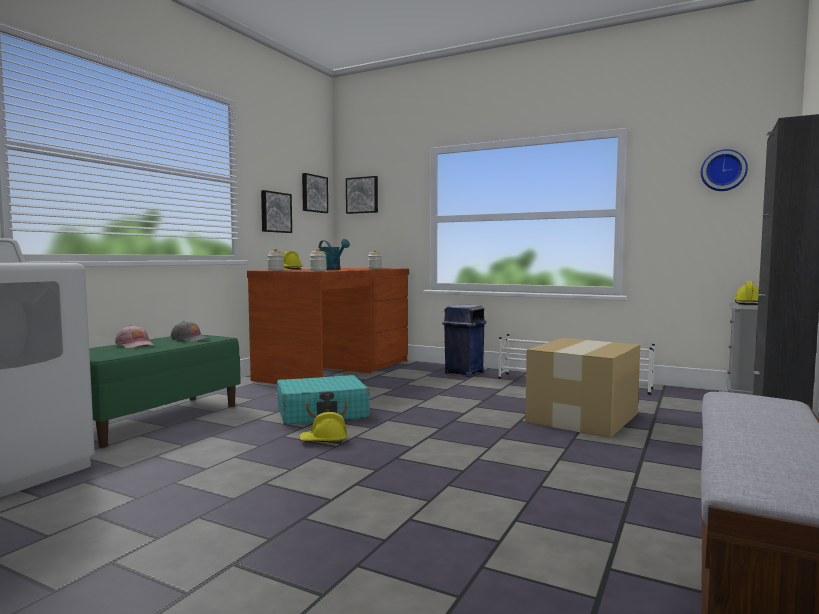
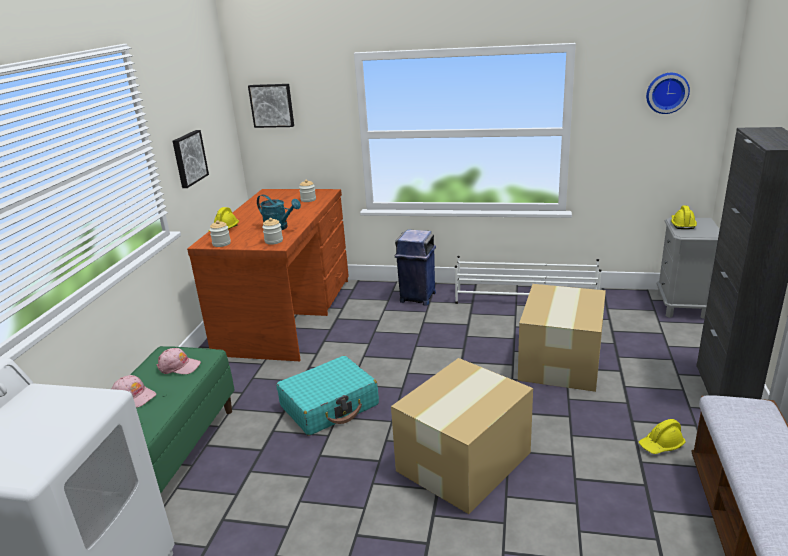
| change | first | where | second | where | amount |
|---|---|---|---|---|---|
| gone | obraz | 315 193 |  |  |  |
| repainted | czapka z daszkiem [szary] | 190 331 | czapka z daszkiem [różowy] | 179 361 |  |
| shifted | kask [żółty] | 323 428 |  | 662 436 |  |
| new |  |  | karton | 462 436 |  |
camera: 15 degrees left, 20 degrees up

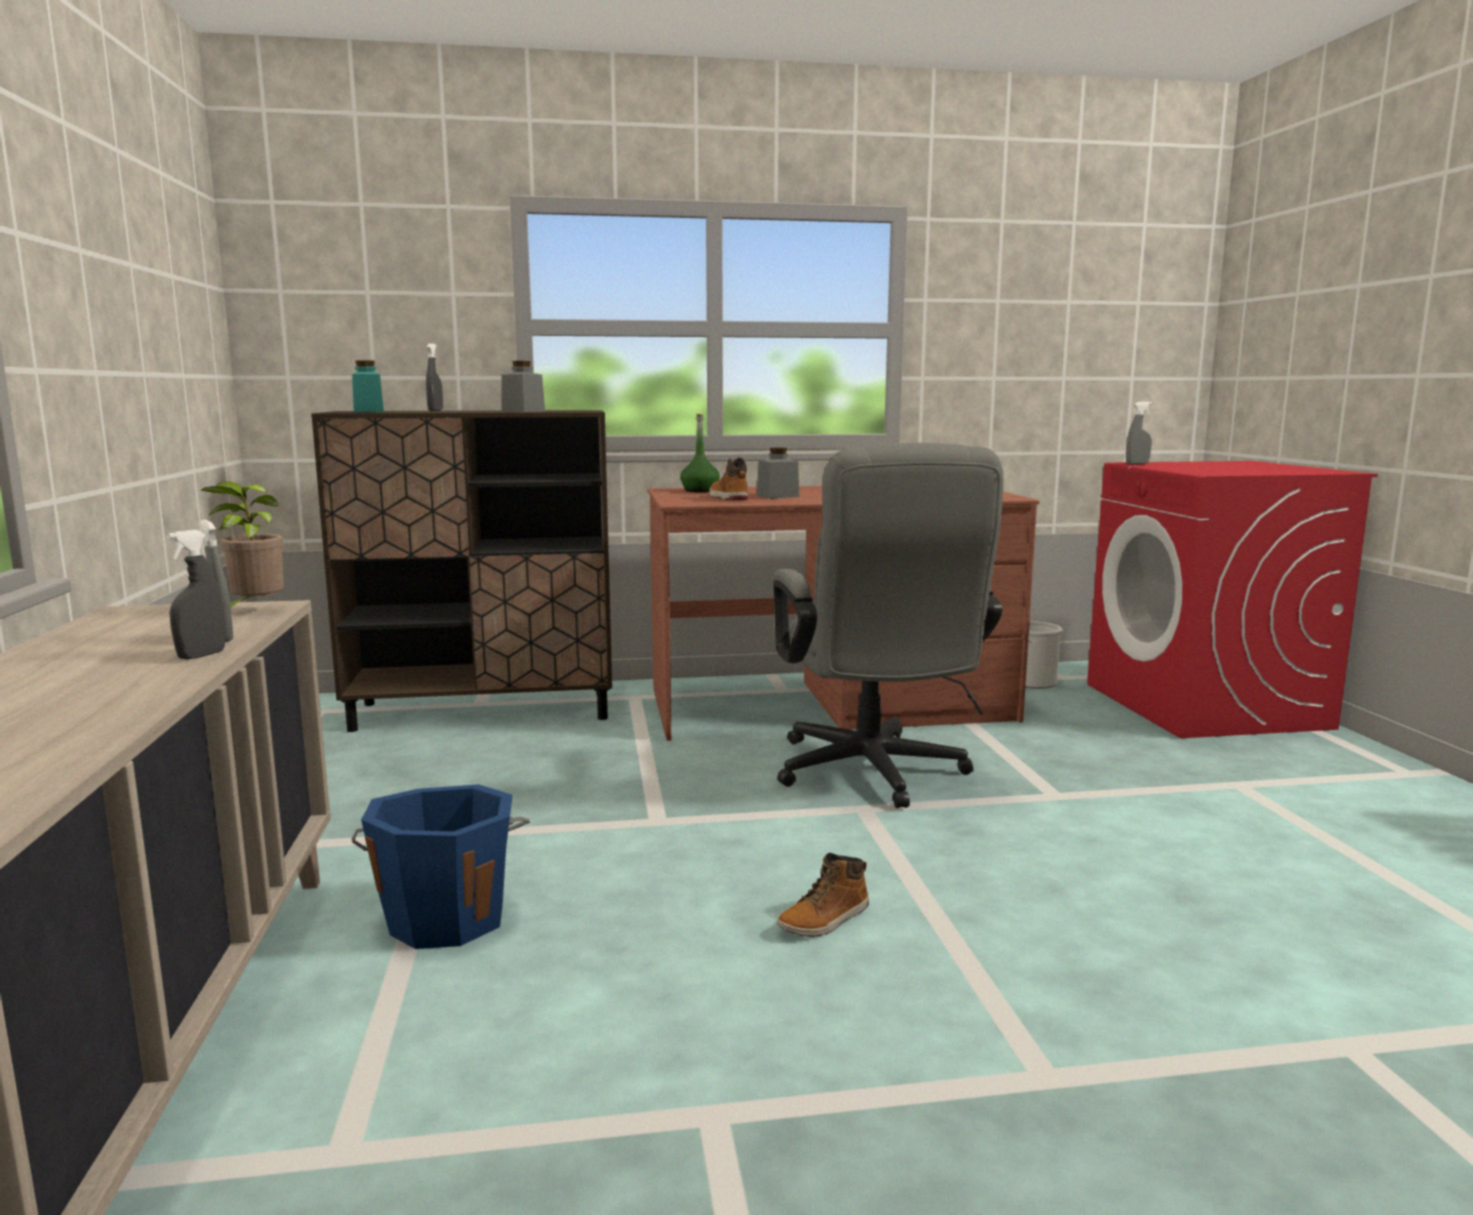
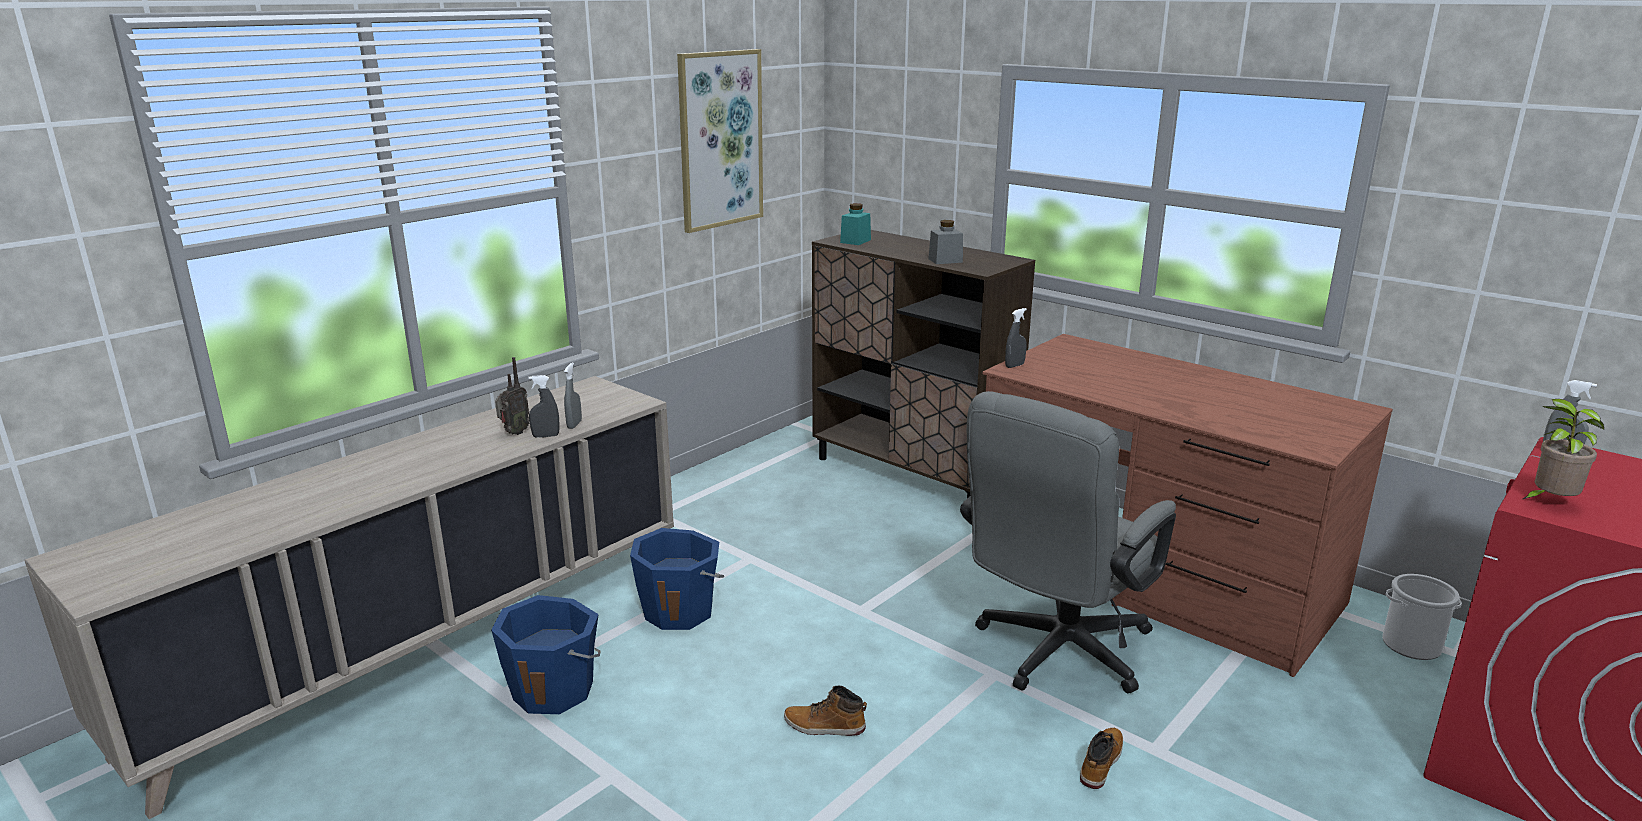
| change | first | where | second | where | amount |
|---|---|---|---|---|---|
| shifted | spryskiwacz [szary] | 434 377 |  | 1016 338 |  |
| gone | butelka [zielony] | 700 453 |  |  |  |
| gone | słoik [szary] | 778 473 |  |  |  |
| shifted | but z cholewką | 728 479 |  | 1101 758 |  |
| shifted | roślina doniczkowa | 242 544 |  | 1562 449 |  |
| new |  |  | obraz | 720 141 |  |
| new |  |  | radio | 512 396 |  |
| new |  |  | wiadro [niebieski] | 546 654 |  |
camera: 50 degrees right, 10 degrees up

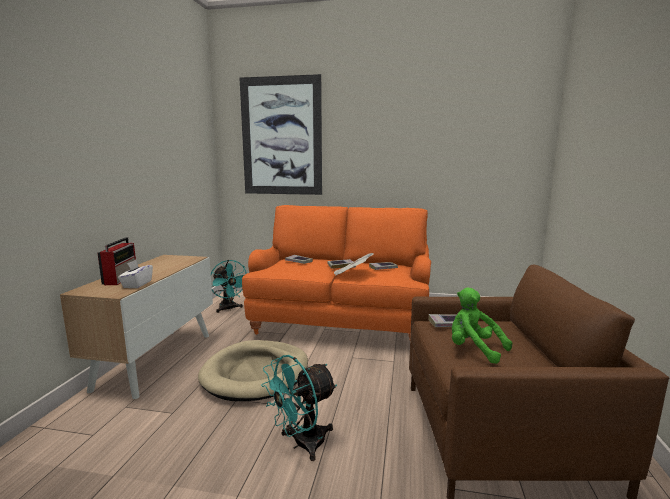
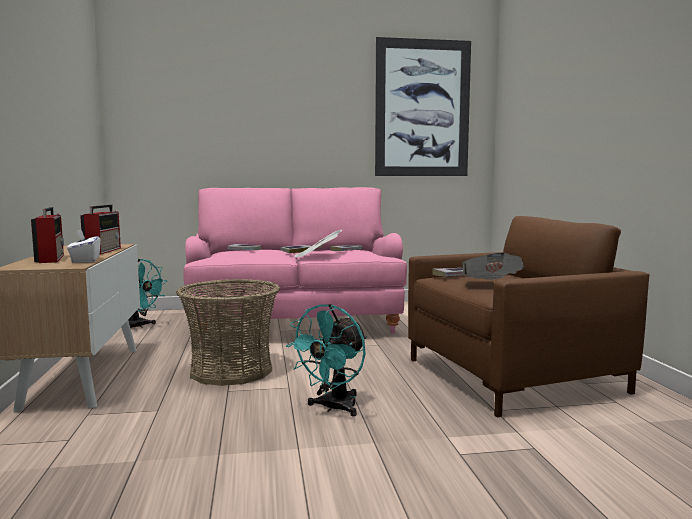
| change | first | where | second | where | amount |
|---|---|---|---|---|---|
| shifted | obraz | 281 134 |  | 423 106 |  |
| repainted | kanapa [pomarańczowy] | 336 272 | kanapa [różowy] | 295 264 |  |
| swapped | pluszak [zielony] | 482 326 | gazeta | 493 266 |  |
| swapped | legowisko [beżowy] | 253 370 | koszyk | 228 332 |  |
| new |  |  | radio | 100 229 |  |
camera: 20 degrees left, 5 degrees down

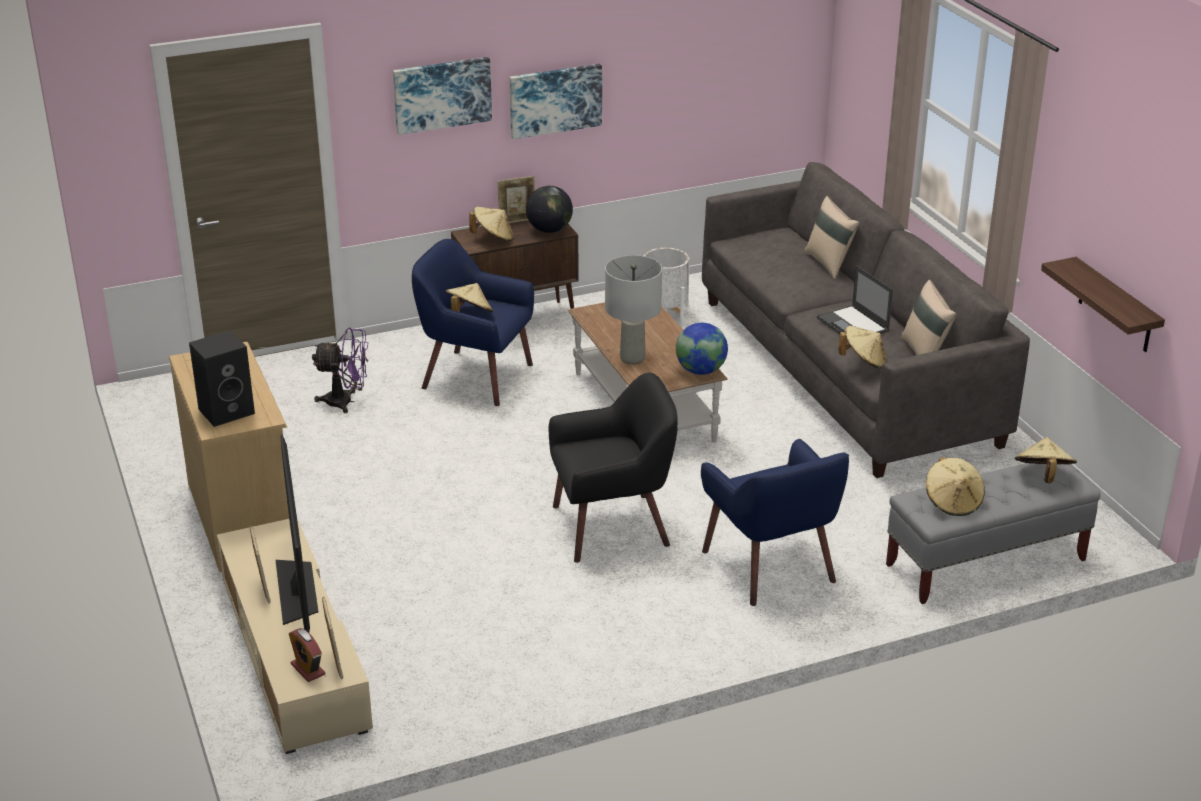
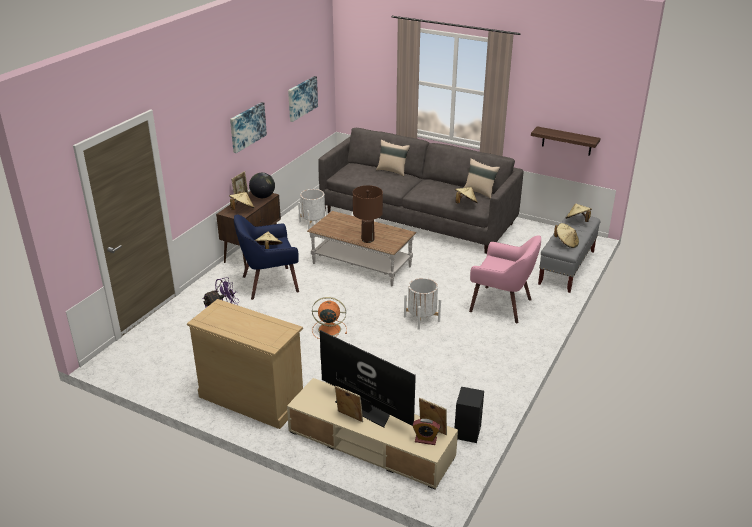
| change | first | where | second | where | amount |
|---|---|---|---|---|---|
| shifted | obraz | 442 96 |  | 303 99 |  |
| repainted | lampa stołowa [szary] | 633 310 | lampa stołowa [brązowy] | 368 214 |  |
| gone | laptop | 855 300 |  |  |  |
| gone | globus | 702 349 |  |  |  |
| shifted | głośnik [czarny] | 222 378 |  | 469 415 |  |
| swapped | fotel [czarny] | 613 468 | donica [biały] | 422 304 |  |
| repainted | fotel [niebieski] | 775 522 | fotel [różowy] | 505 279 |  |
| new |  |  | wentylator [pomarańczowy] | 329 318 |  |
camera: 40 degrees left, 0 degrees up

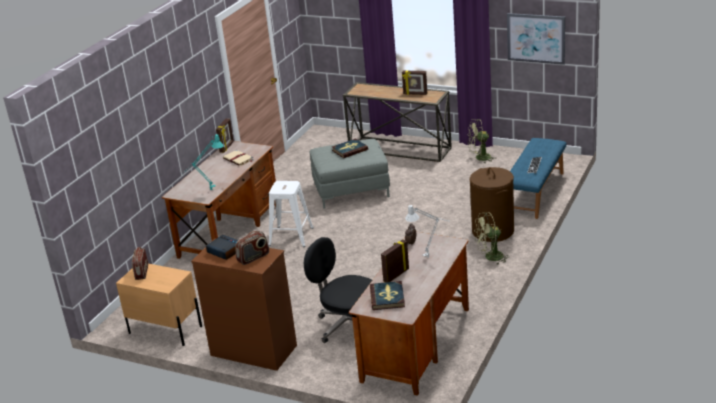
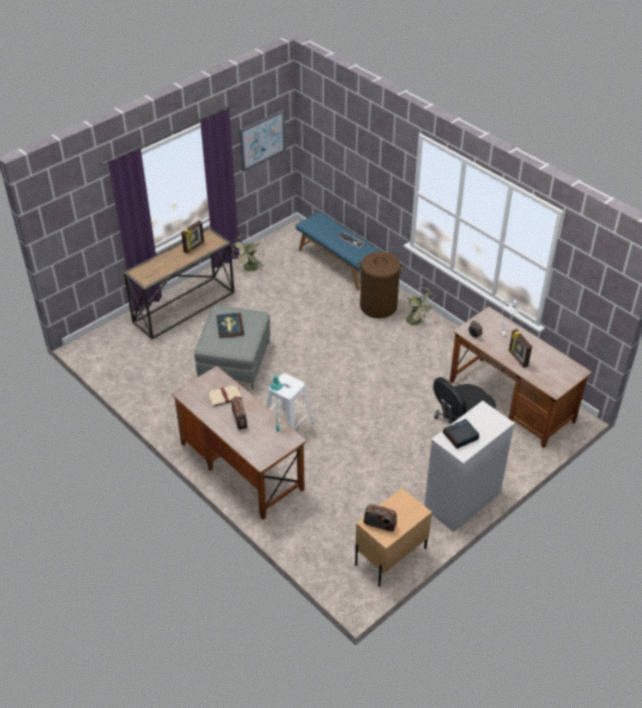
| change | first | where | second | where | amount |
|---|---|---|---|---|---|
| gone | ramka na zdjęcie | 225 135 |  |  |  |
| rotated | wentylator [zielony] | 492 238 |  | 420 308 | 45 degrees counterclockwise |
| shifted | radio | 252 248 |  | 239 413 |  |
| repainted | komoda [brązowy] | 244 305 | komoda [biały] | 469 466 |  |
| gone | książka | 387 295 |  |  |  |
camera: 70 degrees left, 15 degrees up

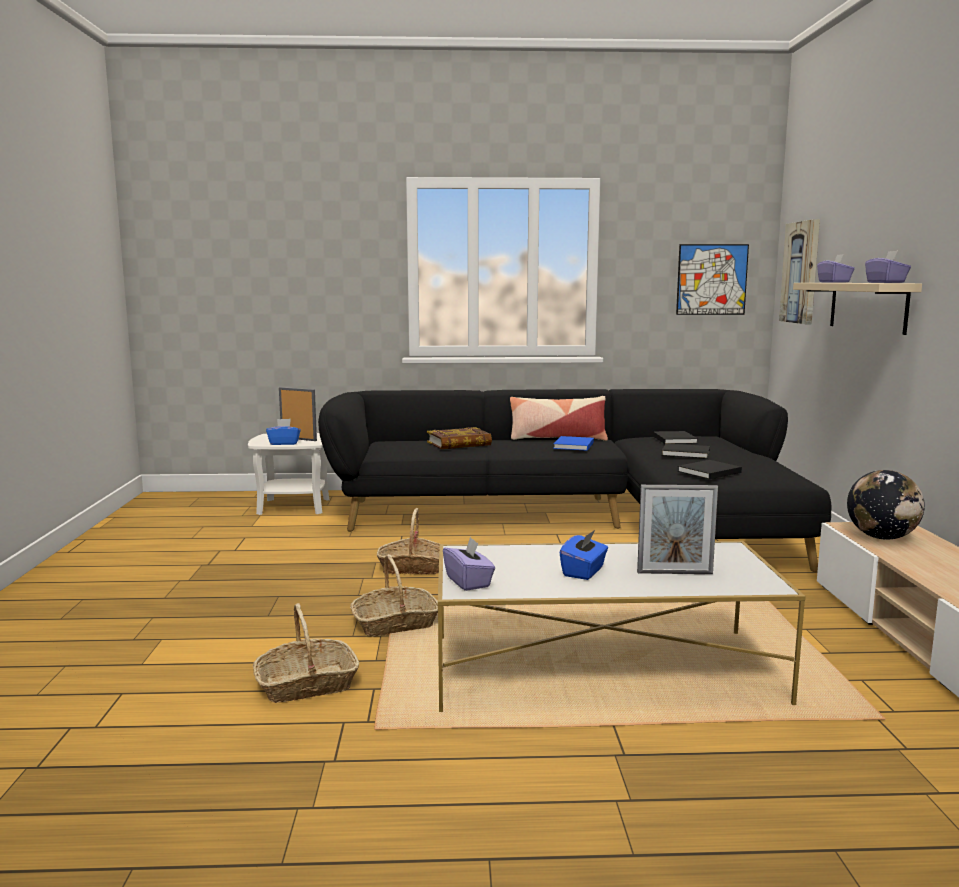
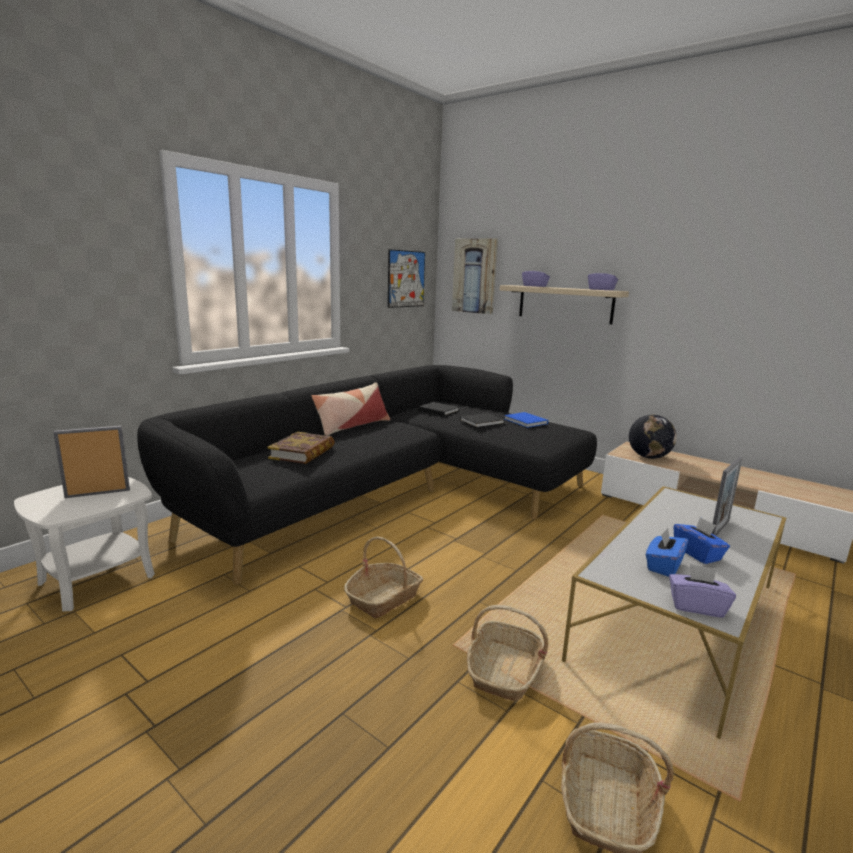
| change | first | where | second | where | amount |
|---|---|---|---|---|---|
| shifted | pudełko chusteczek [niebieski] | 283 432 |  | 667 552 |  |
| shifted | książka [niebieski] | 573 443 |  | 526 420 |  |
| gone | książka [czarny] | 709 469 |  |  |  |
camera: 50 degrees left, 5 degrees up

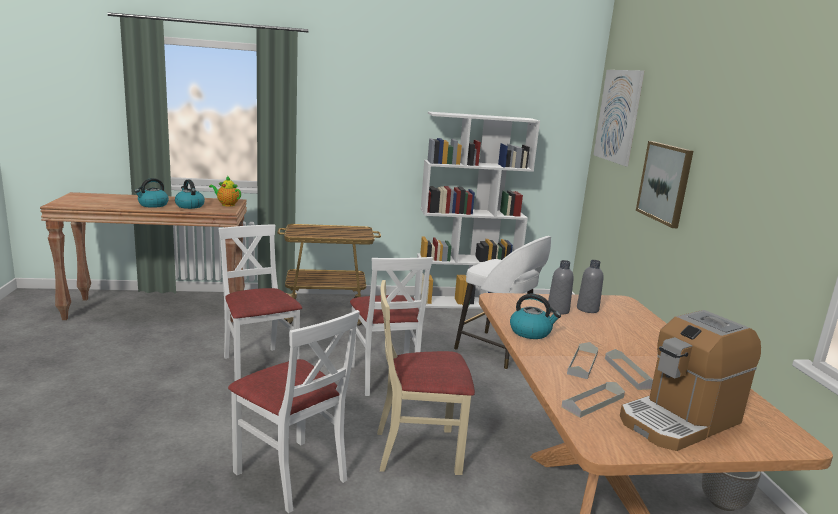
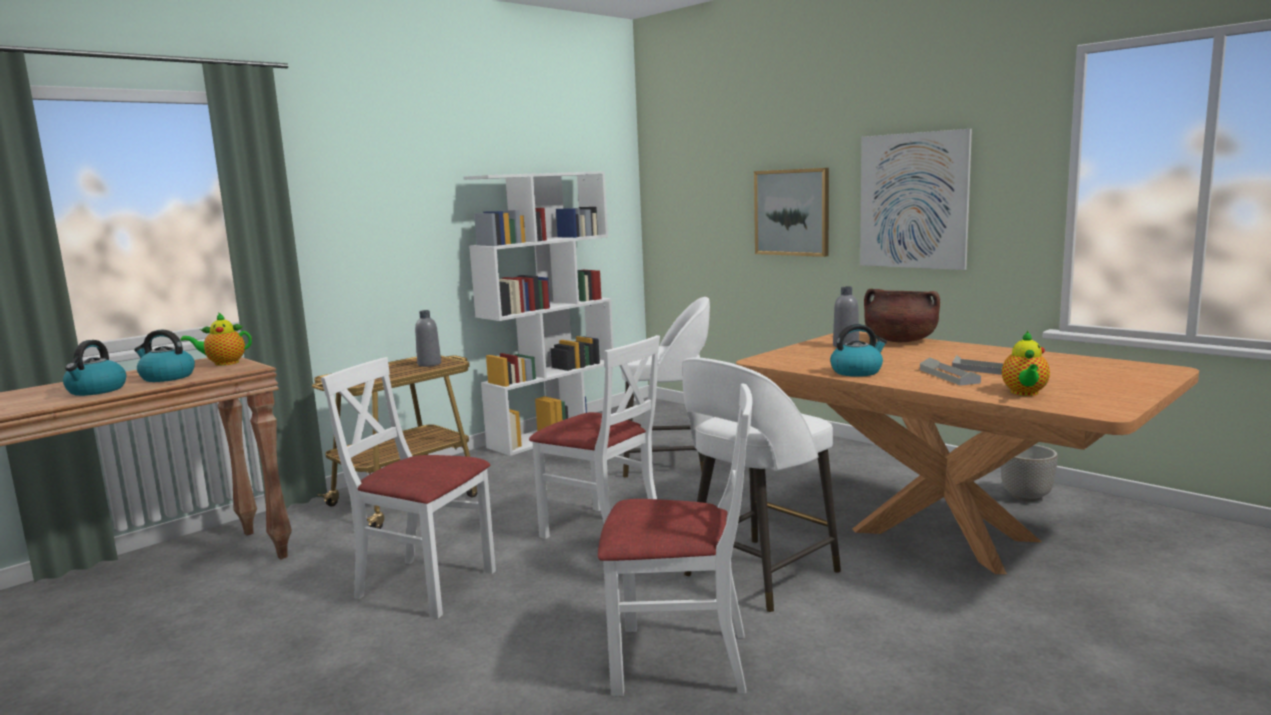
| change | first | where | second | where | amount |
|---|---|---|---|---|---|
| shifted | obraz | 618 118 |  | 916 199 |  |
| shifted | butelka [szary] | 561 287 |  | 428 338 |  |
| swapped | krzesło [beżowy] | 426 377 | stołek [biały] | 761 485 |  |
| gone | ekspres do kawy | 690 380 |  |  |  |
| swapped | taca [szary] | 593 400 | imbryk | 1026 363 |  |
| new |  |  | garnek [brązowy] | 902 315 |  |
camera: 35 degrees left, 5 degrees down

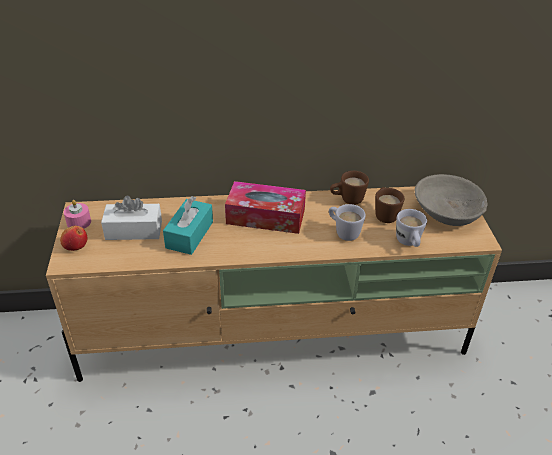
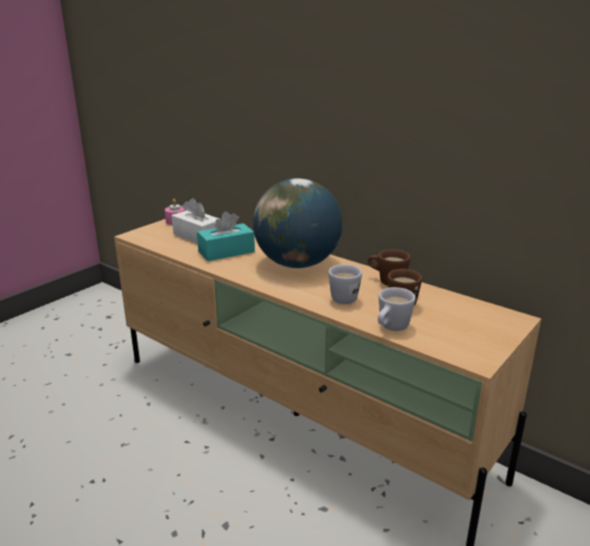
| change | first | where | second | where | amount |
|---|---|---|---|---|---|
| gone | miska [szary] | 451 200 |  |  |  |
| swapped | pudełko chusteczek | 265 207 | globus | 297 223 |  |
| gone | jabłko | 73 238 |  |  |  |
camera: 45 degrees right, 15 degrees down

